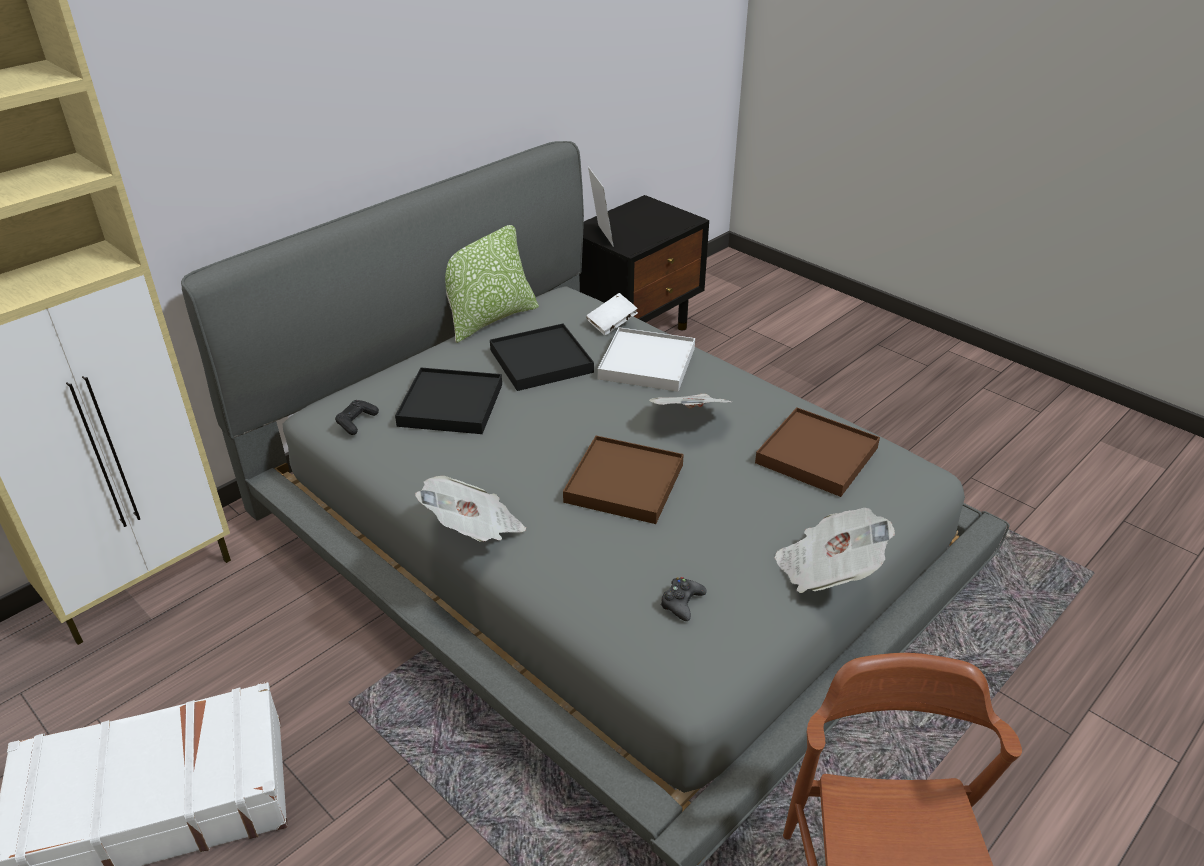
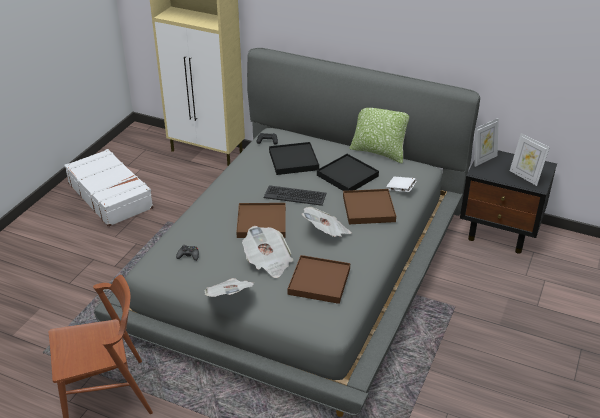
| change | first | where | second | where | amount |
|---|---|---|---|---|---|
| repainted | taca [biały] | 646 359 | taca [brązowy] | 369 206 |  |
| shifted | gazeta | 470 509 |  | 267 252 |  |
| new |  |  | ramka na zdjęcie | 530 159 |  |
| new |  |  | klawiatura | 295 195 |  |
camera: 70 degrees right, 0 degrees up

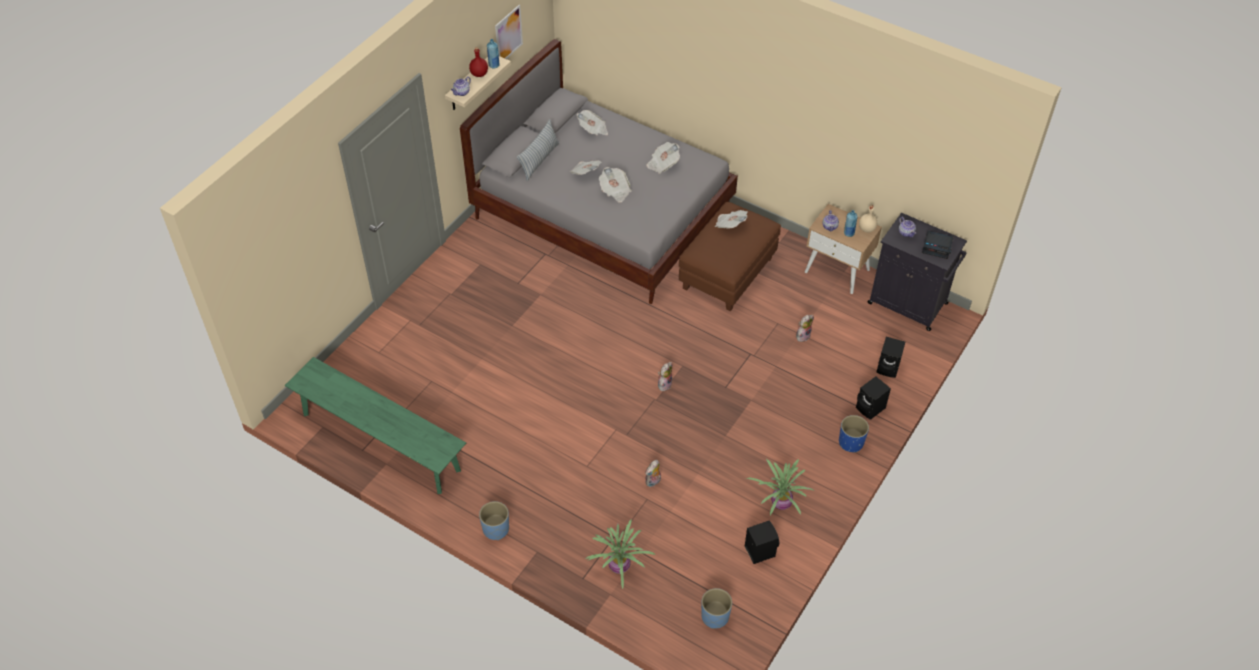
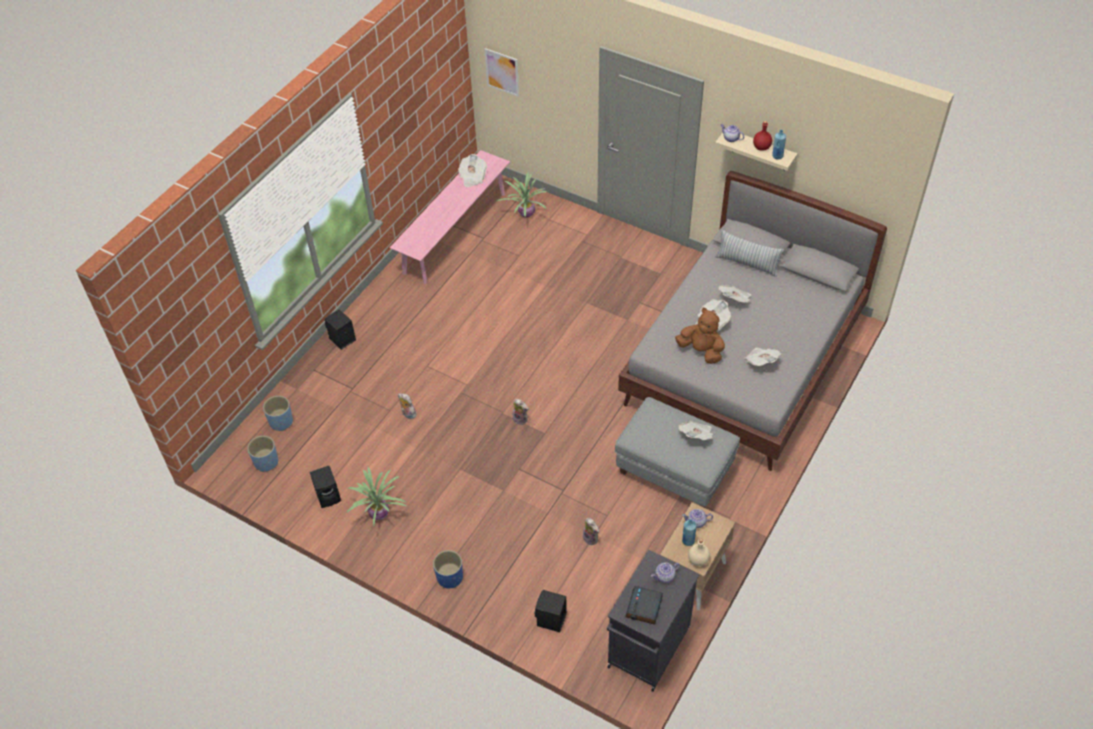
| change | first | where | second | where | amount |
|---|---|---|---|---|---|
| shifted | obraz | 509 32 |  | 502 72 |  |
| shifted | gazeta | 592 122 |  | 472 170 |  |
| repainted | pufa [brązowy] | 730 256 | pufa [szary] | 677 452 |  |
| repainted | ławka [zielony] | 375 425 | ławka [różowy] | 450 217 |  |
| shifted | głośnik [czarny] | 873 398 |  | 340 329 |  |
| shifted | donica [niebieski] | 494 520 |  | 278 413 |  |
| shifted | roślina doniczkowa | 620 554 |  | 521 194 |  |
| new |  |  | pluszak [brązowy] | 700 336 |  |
camera: 90 degrees right, 0 degrees up

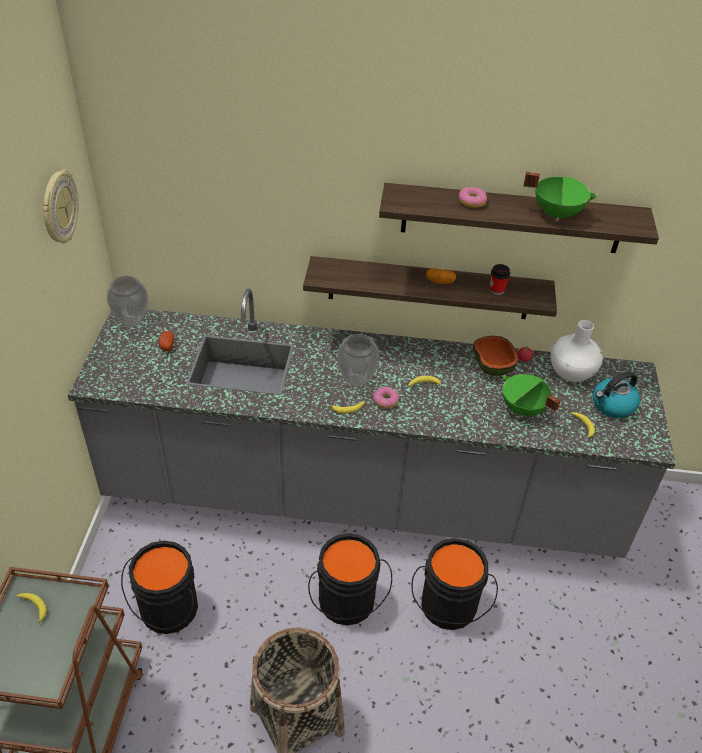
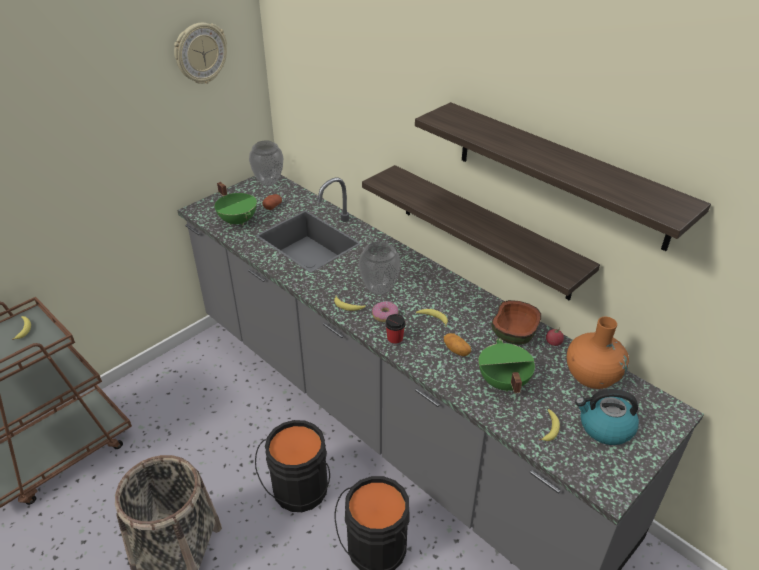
| change | first | where | second | where | amount |
|---|---|---|---|---|---|
| shifted | garnek [zielony] | 560 196 |  | 236 203 |  |
| gone | donut | 472 197 |  |  |  |
| shifted | filiżanka | 500 279 |  | 395 330 |  |
| shifted | ziemniak | 441 276 |  | 457 344 |  |
| repainted | wazon [biały] | 577 351 | wazon [pomarańczowy] | 598 353 |  |
| gone | wiadro [czarny] | 159 587 |  |  |  |
camera: 40 degrees right, 5 degrees down

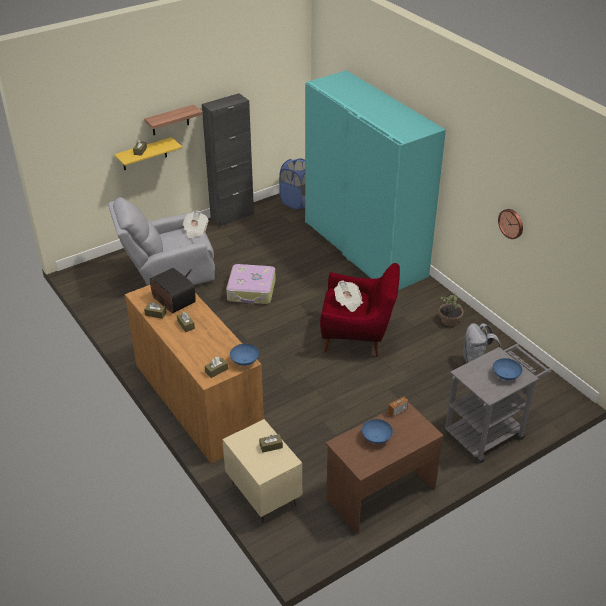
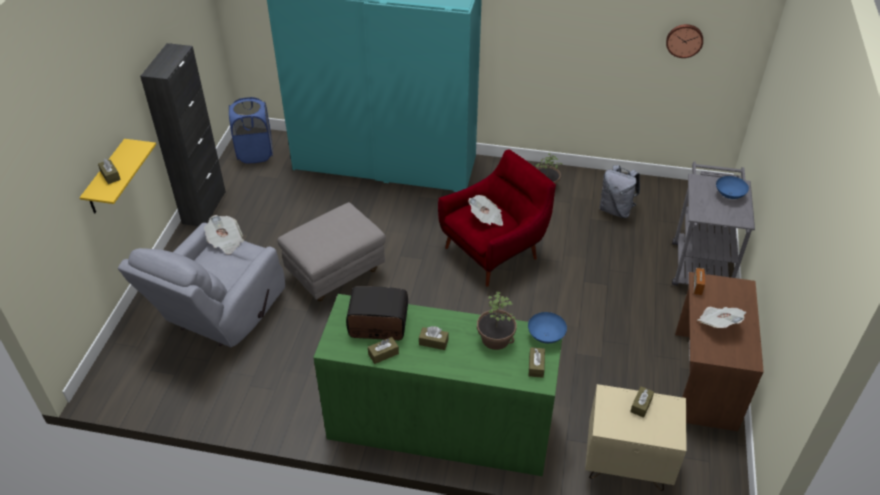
| change | first | where | second | where | amount |
|---|---|---|---|---|---|
| gone | półka | 173 120 |  |  |  |
| shifted | zegar ścienny | 510 224 |  | 684 41 |  |
| swapped | walizka | 251 284 | pufa [szary] | 332 251 |  |
| repainted | komoda [brązowy] | 194 374 | komoda [zielony] | 437 385 |  |
| swapped | miska [niebieski] | 377 431 | gazeta | 721 317 |  |
| new |  |  | roślina doniczkowa | 496 321 |  |
camera: 45 degrees left, 5 degrees up

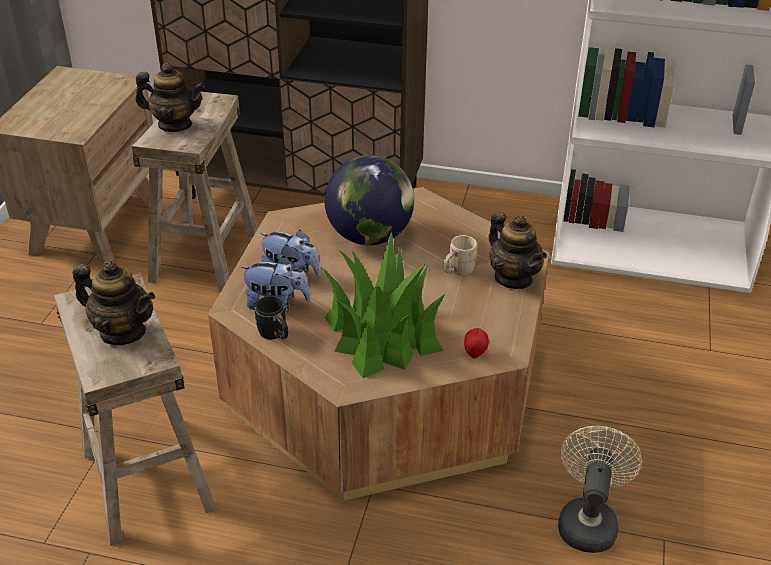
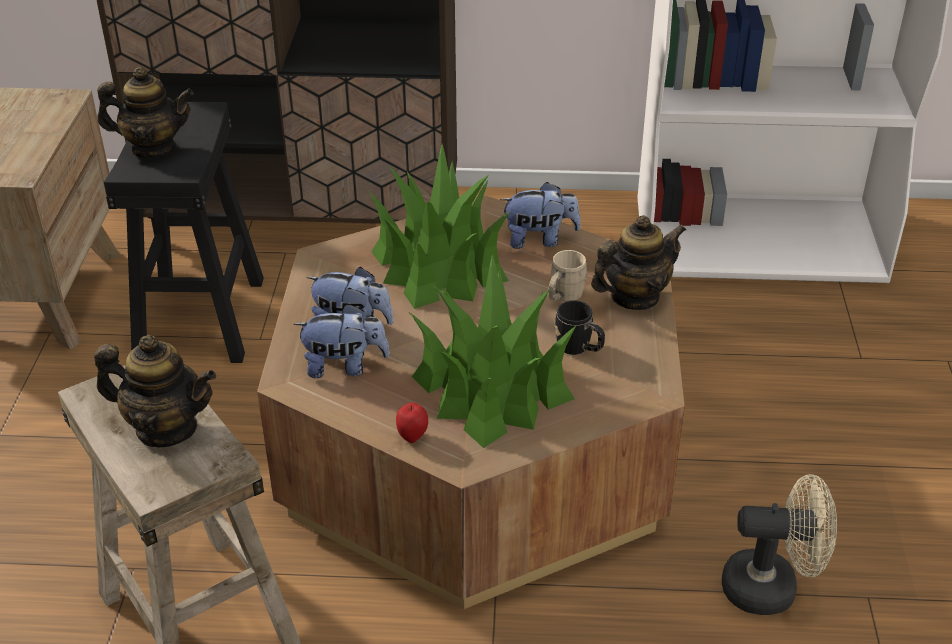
| change | first | where | second | where | amount |
|---|---|---|---|---|---|
| repainted | stołek [beżowy] | 194 191 | stołek [czarny] | 184 232 |  |
| swapped | globus | 369 200 | roślina doniczkowa | 439 226 |  |
| rotated | imbryk | 518 250 |  | 638 262 | 75 degrees counterclockwise |
| shifted | kubek [czarny] | 271 318 |  | 580 327 |  |
| shifted | jabłko | 476 343 |  | 412 423 |  |
| rotated | wentylator [beżowy] | 600 489 |  | 779 544 | 90 degrees clockwise |
| new |  |  | pluszak | 540 215 |  |
camera: 10 degrees left, 0 degrees up

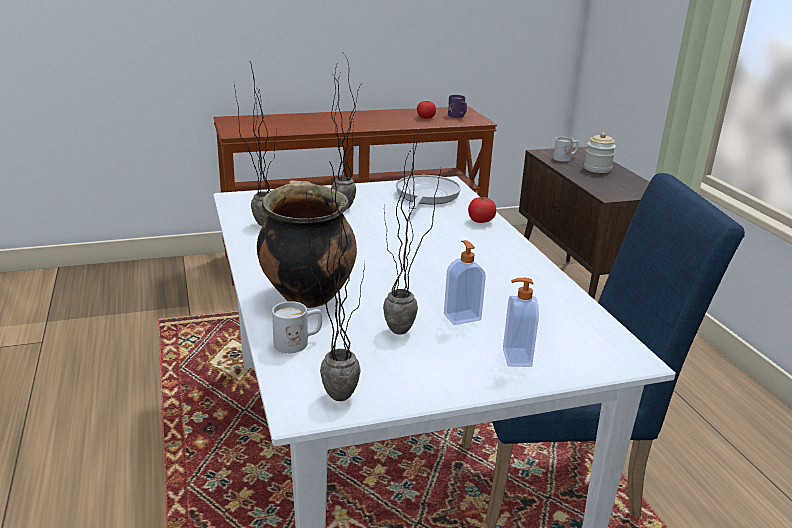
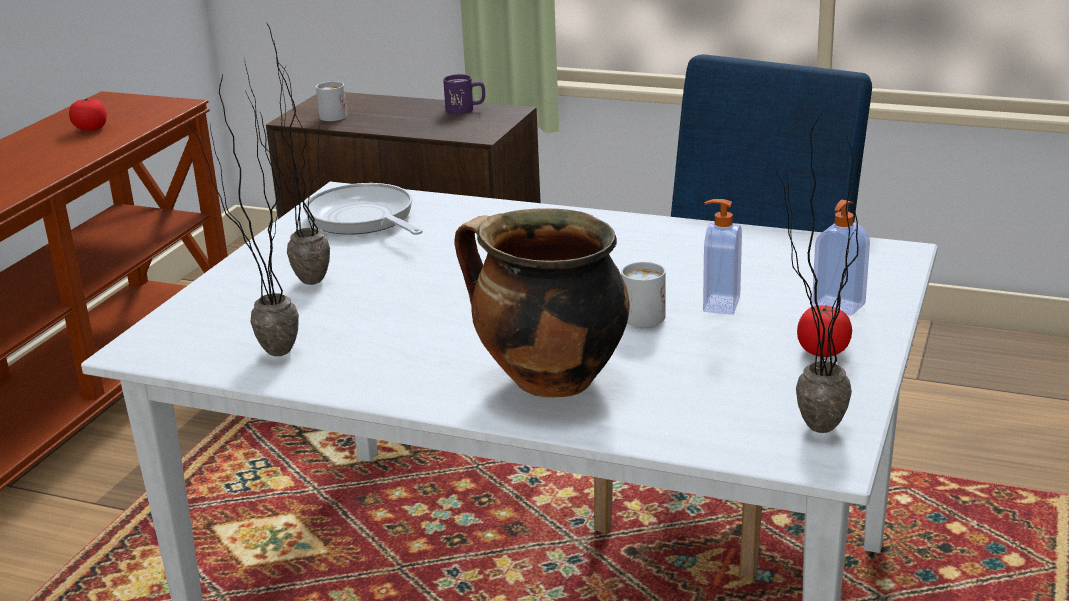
| change | first | where | second | where | amount |
|---|---|---|---|---|---|
| shifted | kubek [fioletowy] | 457 106 |  | 464 94 |  |
| gone | roślina doniczkowa | 412 231 |  |  |  |
| gone | słoik | 600 153 |  |  |  |
| shifted | pomidor | 482 209 |  | 824 330 |  |
| shifted | kubek [biały] | 297 327 |  | 643 294 |  |
camera: 50 degrees left, 0 degrees up

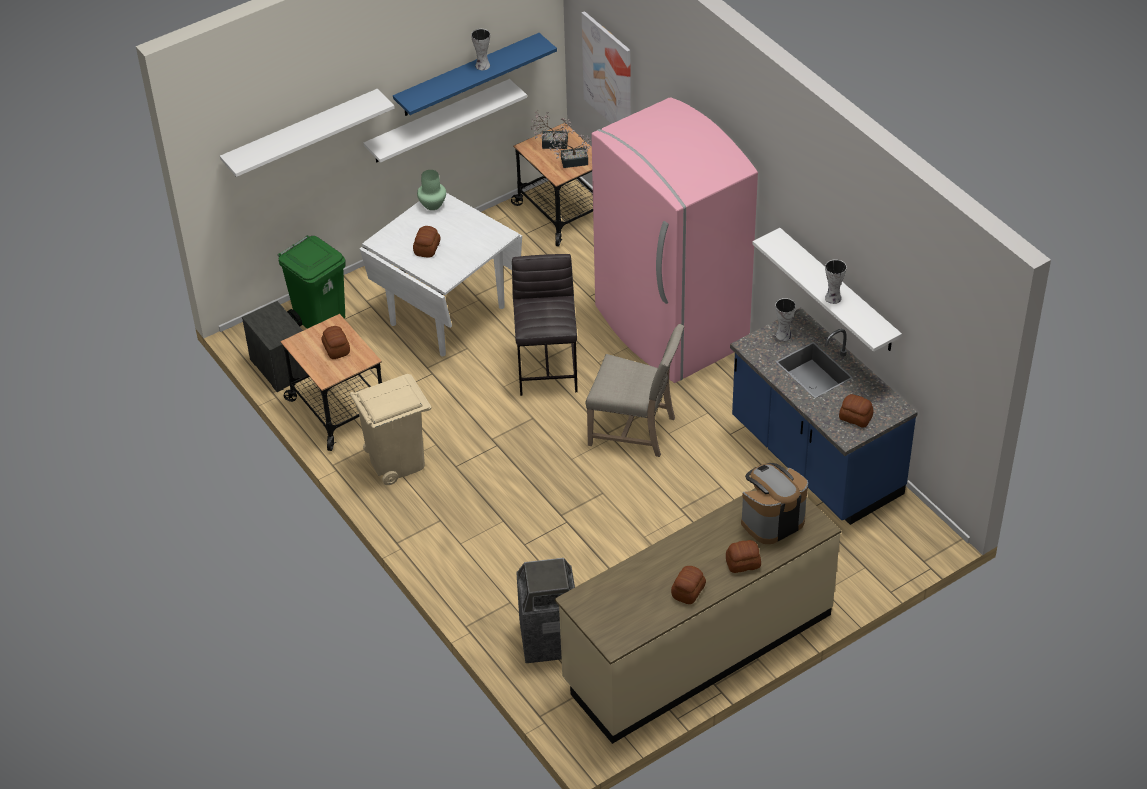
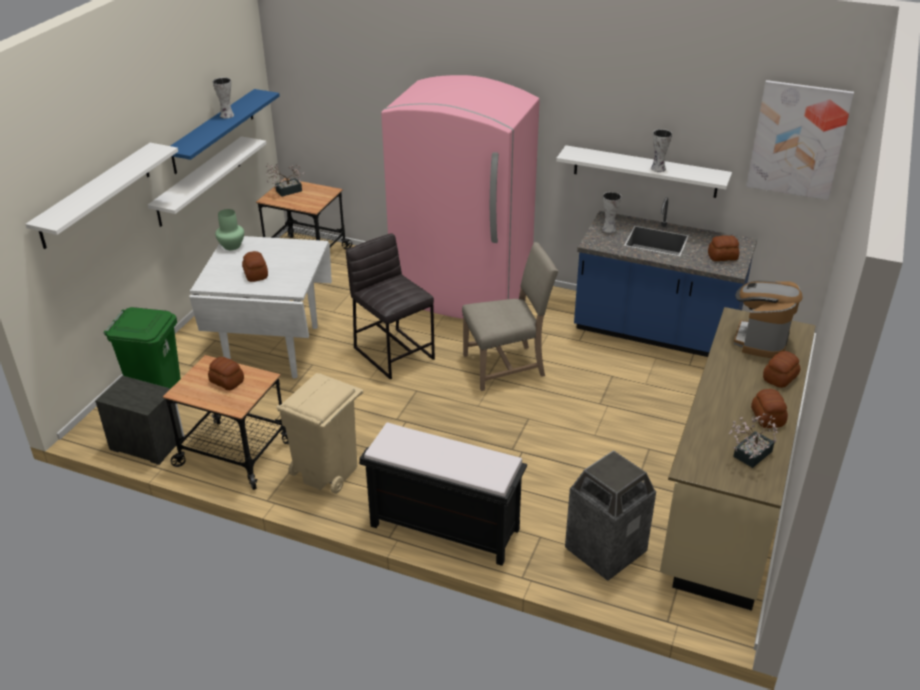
| change | first | where | second | where | amount |
|---|---|---|---|---|---|
| shifted | obraz | 606 67 |  | 800 140 |  |
| shifted | roślina doniczkowa | 570 149 |  | 753 440 |  |
| new |  |  | ławka [czarny] | 443 494 |  |
camera: 35 degrees left, 10 degrees down

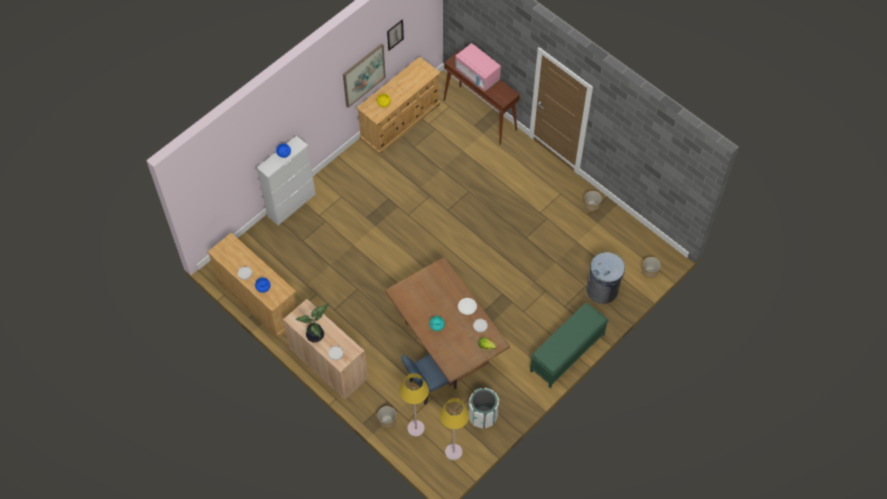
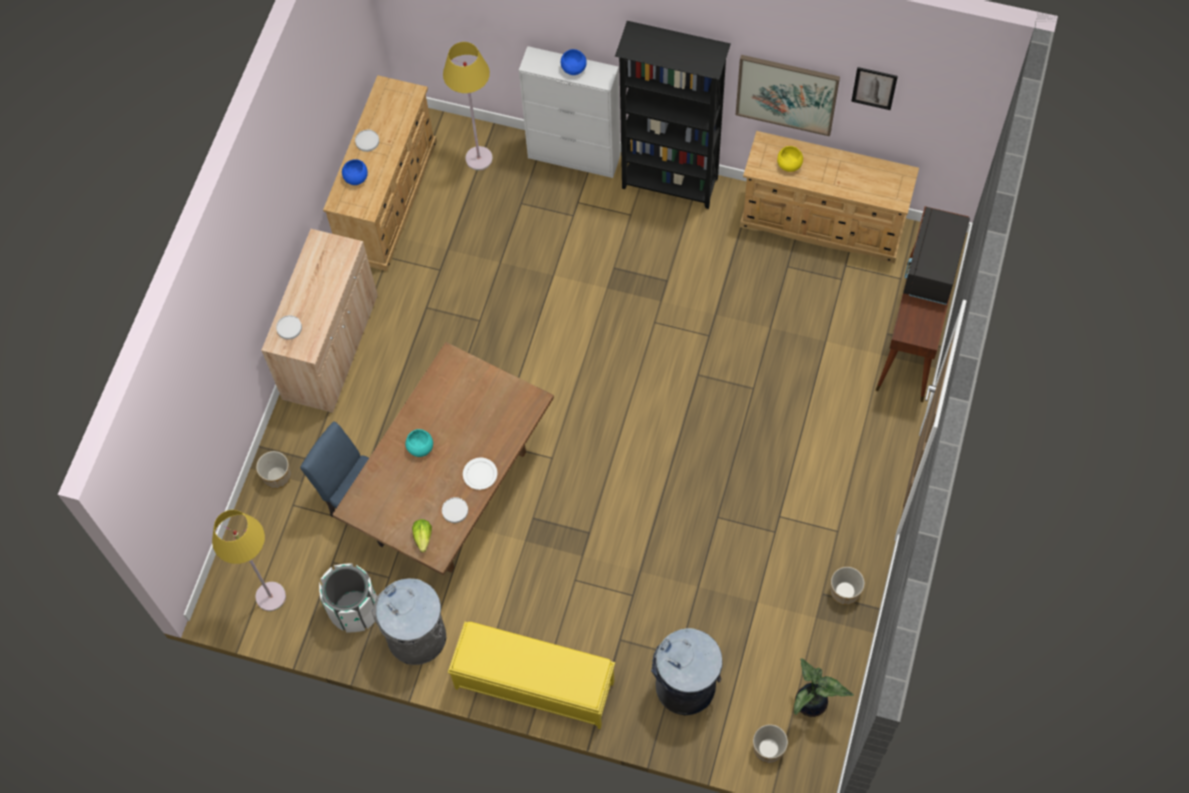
| change | first | where | second | where | amount |
|---|---|---|---|---|---|
| repainted | mikrofalówka [różowy] | 478 67 | mikrofalówka [czarny] | 936 256 |  |
| shifted | roślina doniczkowa | 312 323 |  | 824 687 |  |
| repainted | ławka [zielony] | 569 346 | ławka [żółty] | 531 675 |  |
| shifted | lampa stojąca [żółty] | 414 405 |  | 468 106 |  |
| new |  |  | regał [czarny] | 673 115 |  |
| new |  |  | kosz na śmieci [szary] | 408 621 |  |
camera: 65 degrees right, 5 degrees up

